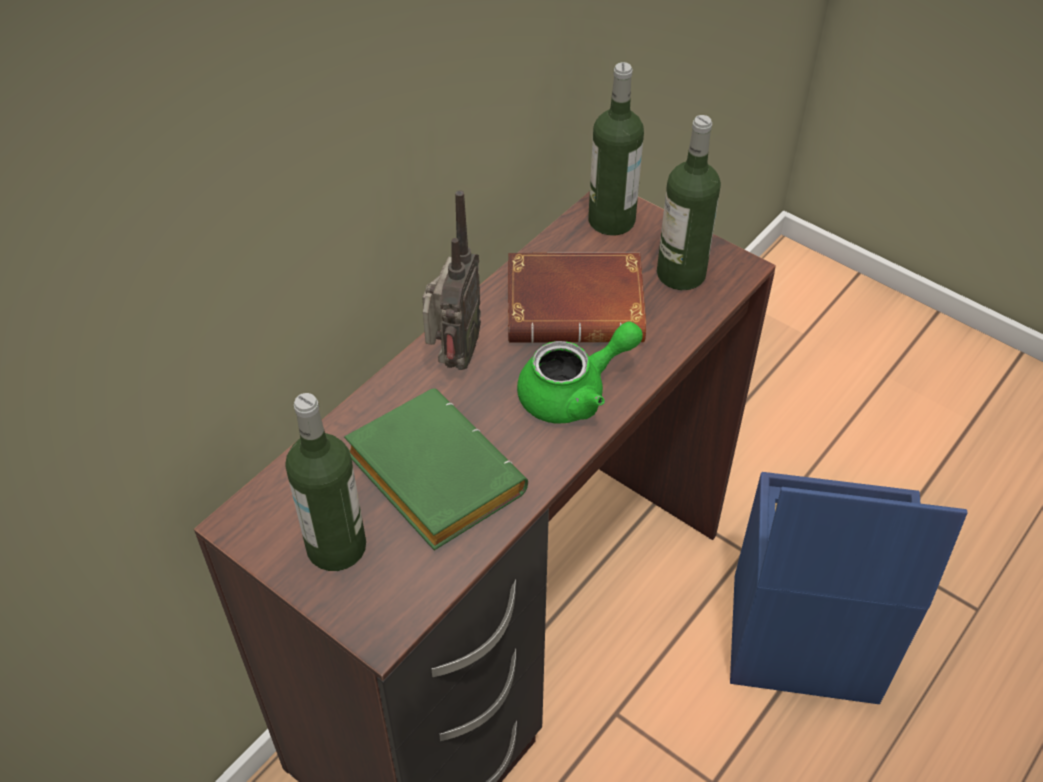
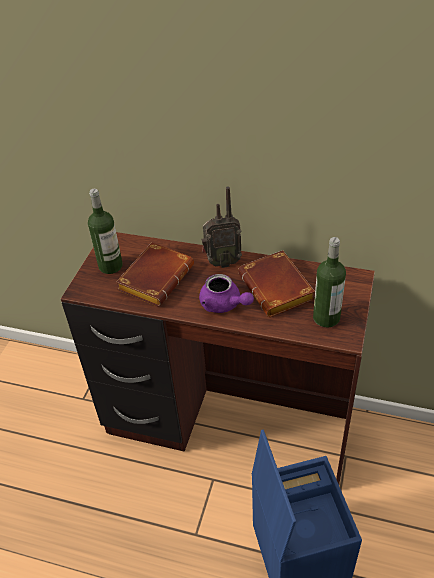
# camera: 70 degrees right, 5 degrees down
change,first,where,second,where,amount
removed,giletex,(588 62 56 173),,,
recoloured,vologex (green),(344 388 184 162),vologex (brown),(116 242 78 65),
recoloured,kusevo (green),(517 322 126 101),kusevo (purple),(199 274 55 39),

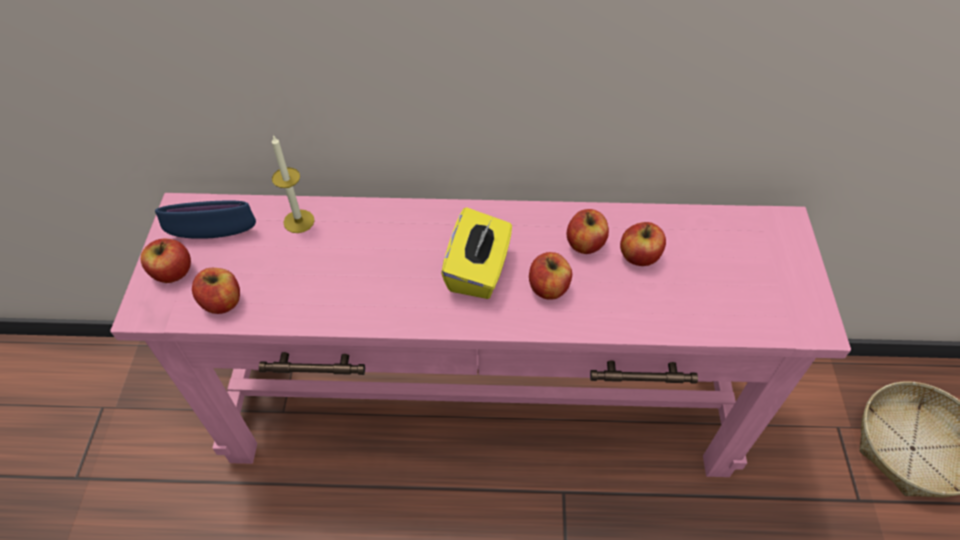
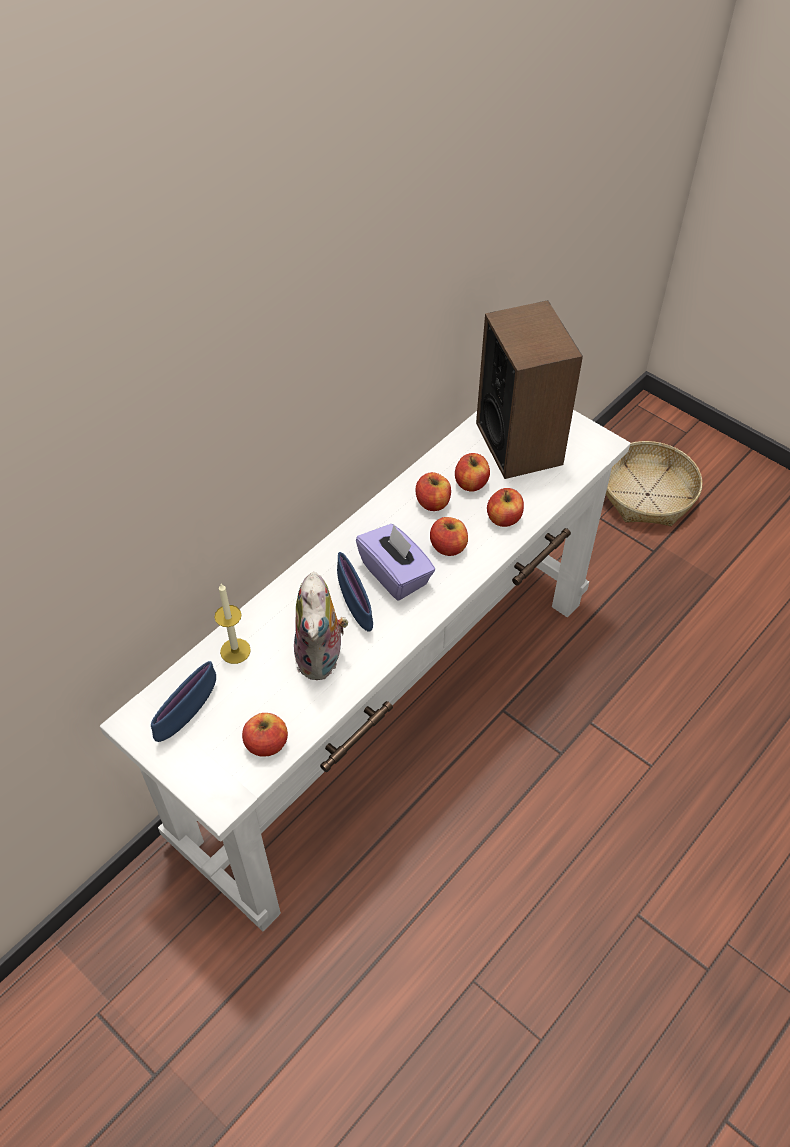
# camera: 50 degrees left, 0 degrees up
change,first,where,second,where,amount
added,,,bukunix,(294 572 54 108),
added,,,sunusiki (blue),(337 552 36 79),
added,,,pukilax,(476 300 107 179),
moved,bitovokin,(141 239 50 44),,(487 488 37 39),
recoloured,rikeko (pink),(110 193 741 284),rikeko (white),(100 410 531 521),
recoloured,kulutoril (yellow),(441 207 71 92),kulutoril (purple),(356 524 79 77),

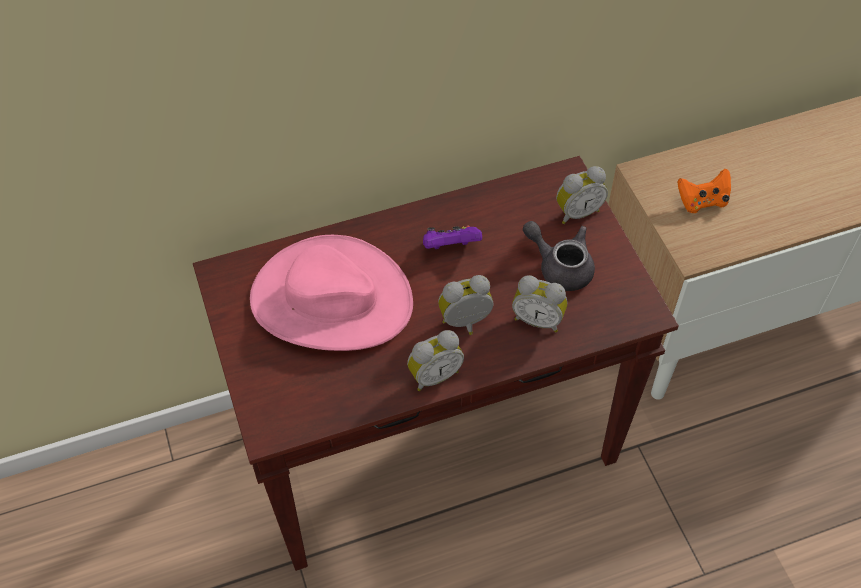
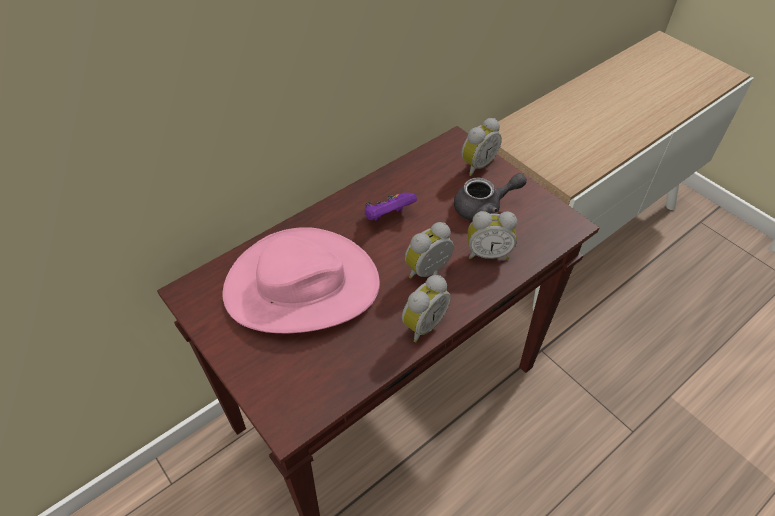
# camera: 20 degrees left, 5 degrees down
change,first,where,second,where,amount
removed,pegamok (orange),(677 169 54 44),,,
turned,kusevo (grey),(523 221 72 70),,(454 173 73 48),150 degrees clockwise

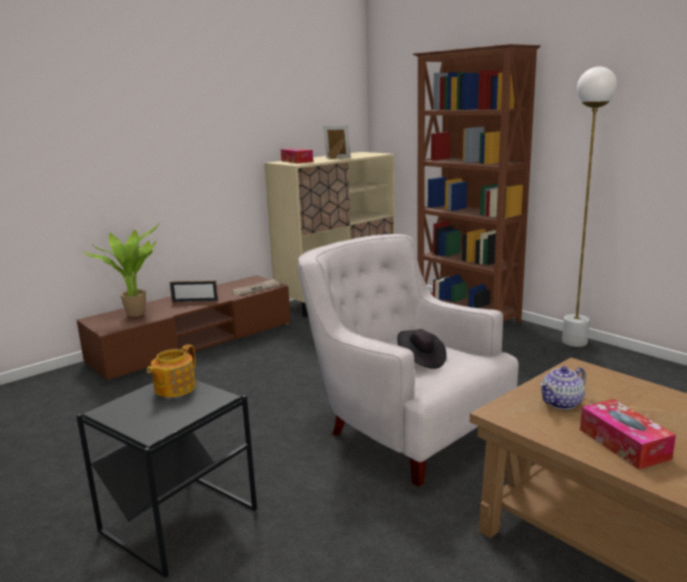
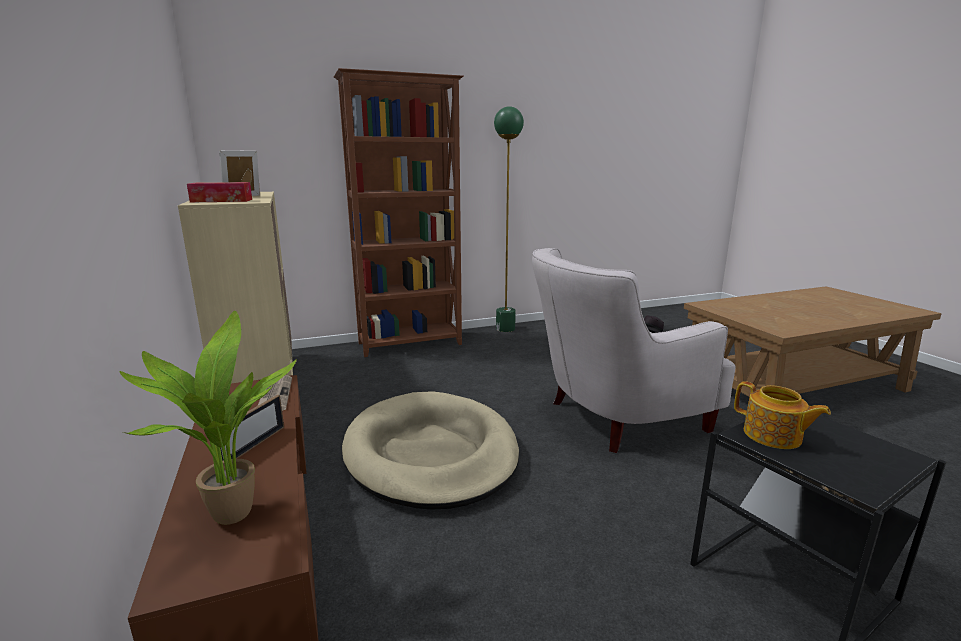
# camera: 70 degrees left, 0 degrees up
change,first,where,second,where,amount
removed,kusevo,(540 366 46 44),,,
removed,kulutoril,(580 399 96 71),,,
added,,,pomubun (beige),(342 391 177 119),
recoloured,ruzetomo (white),(562 67 55 280),ruzetomo (green),(494 106 30 226),

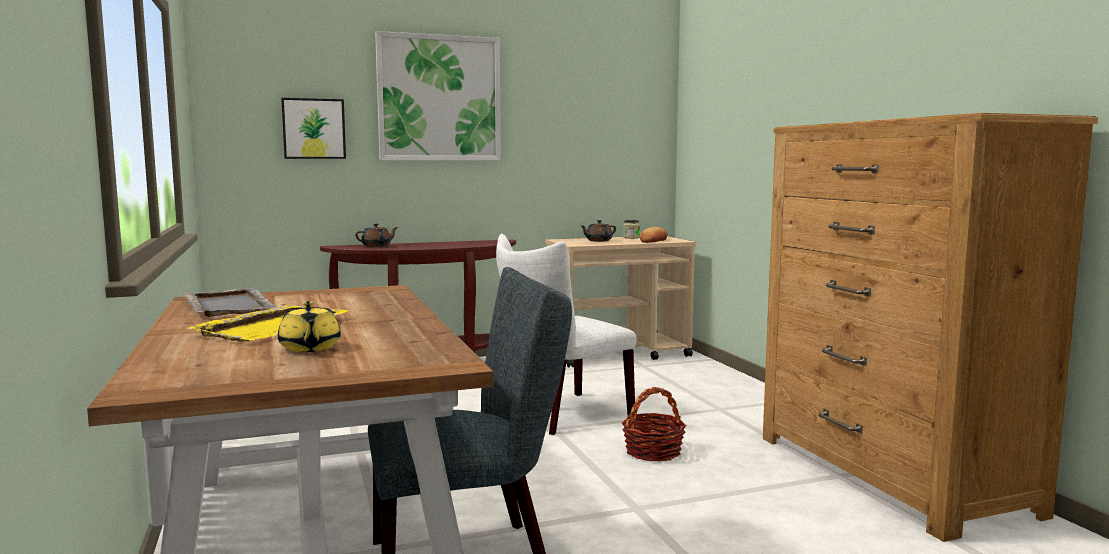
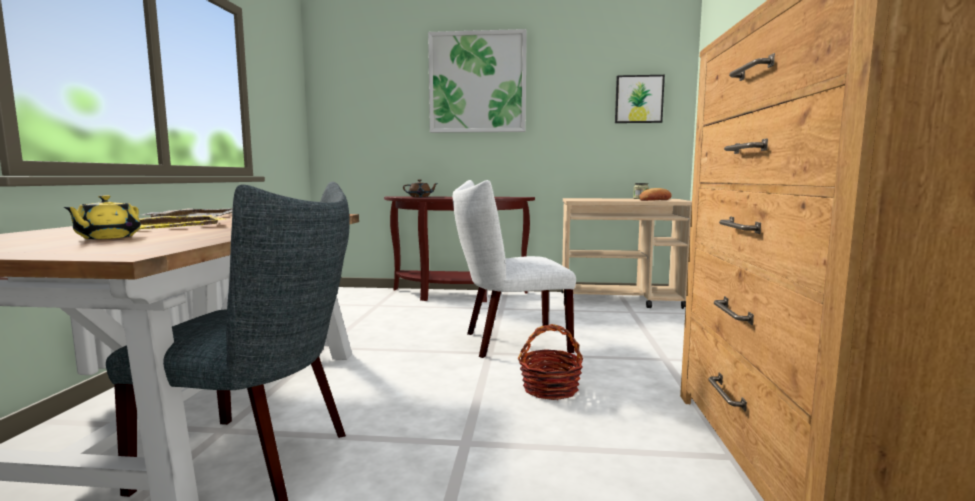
# camera: 25 degrees right, 0 degrees up
change,first,where,second,where,amount
removed,kusevo (brown),(580 220 36 22),,,
moved,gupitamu,(281 98 65 61),,(615 75 50 48),

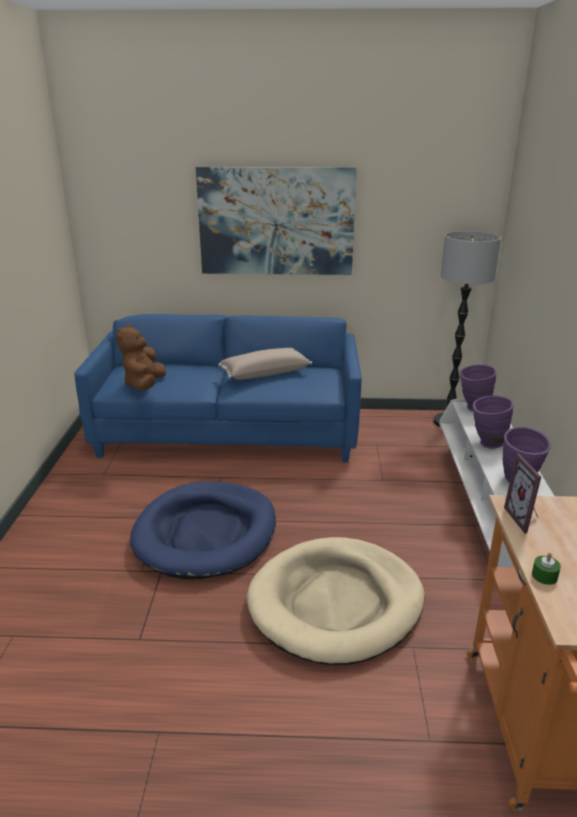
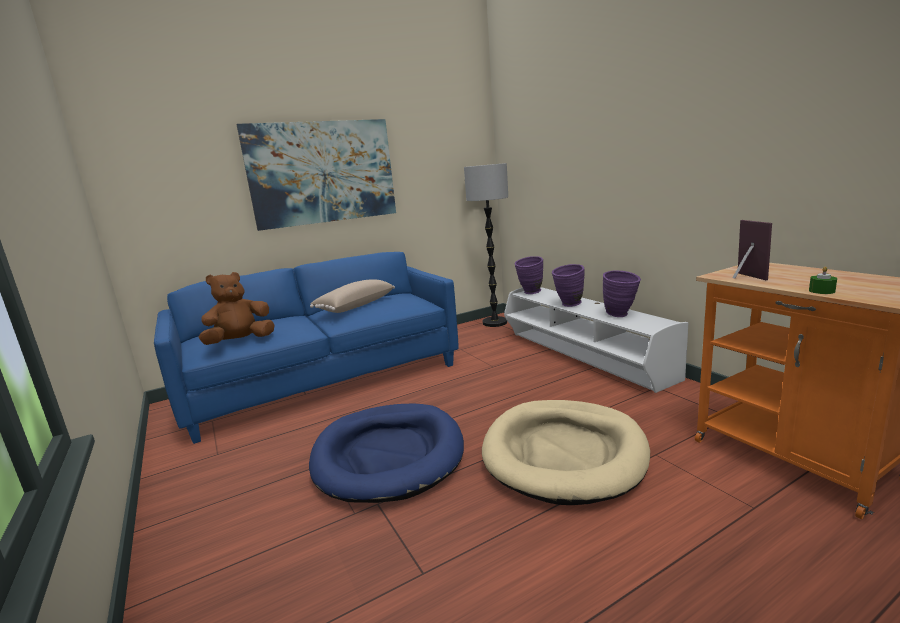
# camera: 30 degrees left, 10 degrees down
change,first,where,second,where,amount
turned,bukunix (brown),(116 324 50 67),,(199 272 76 73),75 degrees clockwise
turned,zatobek,(504 453 37 80),,(732 220 40 60),150 degrees counterclockwise

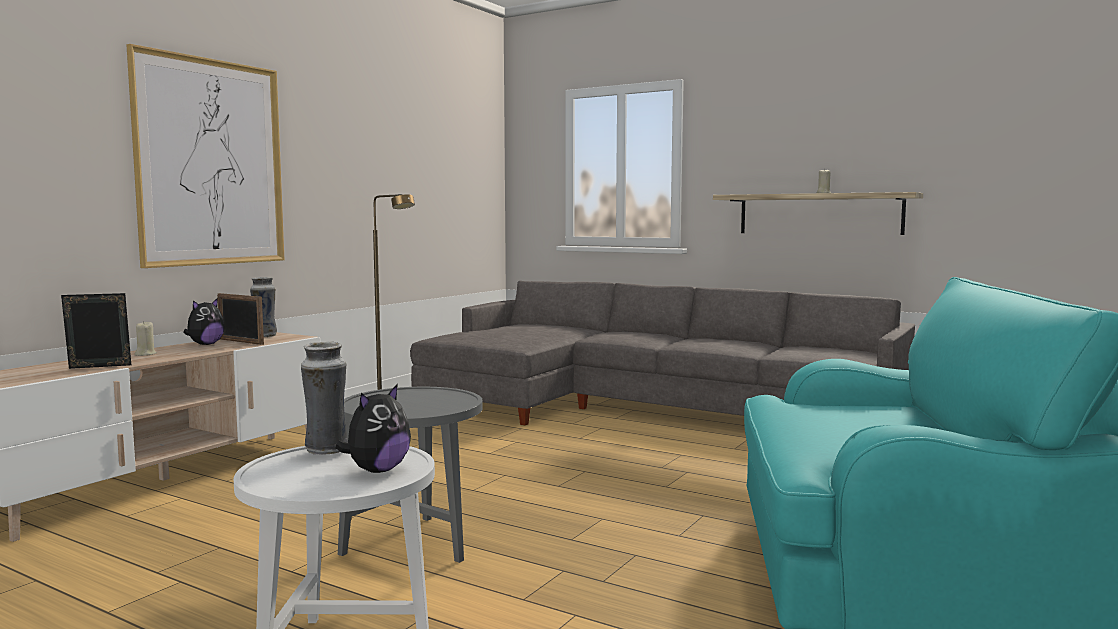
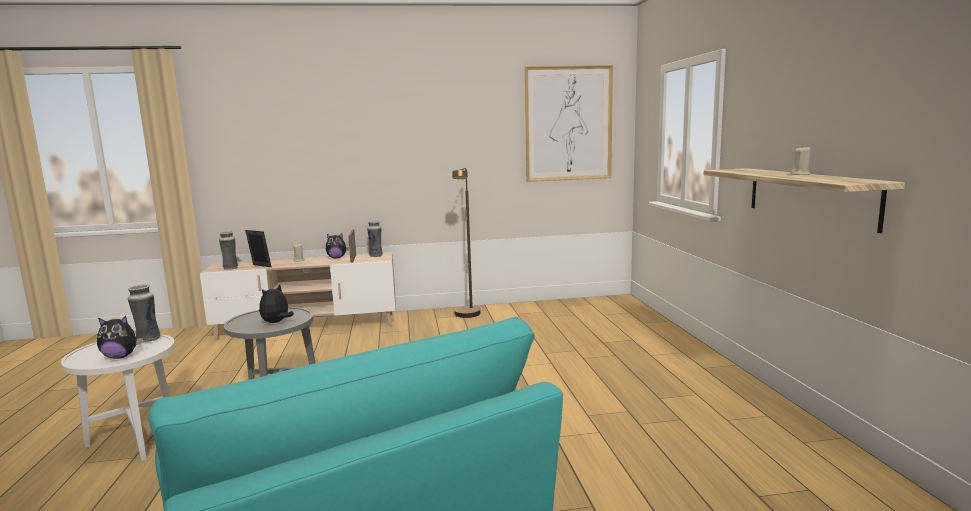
# camera: 50 degrees right, 5 degrees up
change,first,where,second,where,amount
removed,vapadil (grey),(410 281 505 144),,,
added,,,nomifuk,(219 231 19 39),
added,,,bukunix,(259 284 35 39),
moved,gupitamu,(126 44 158 224),,(525 65 88 117),

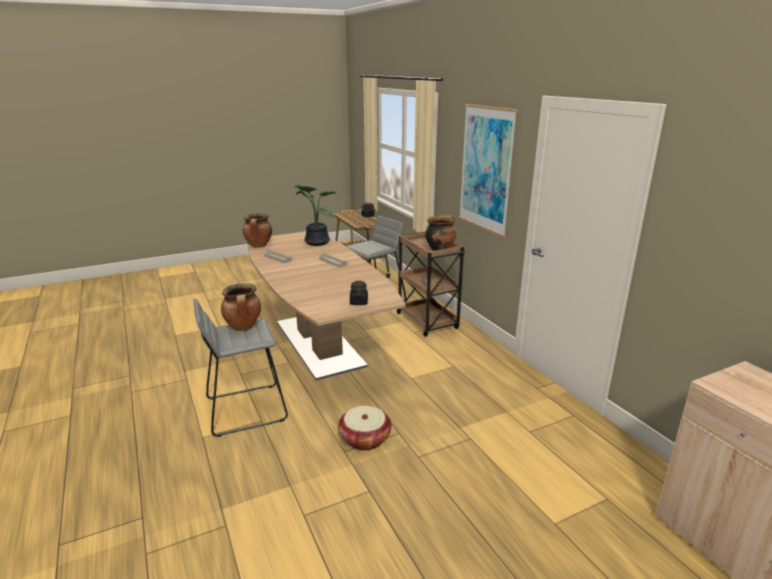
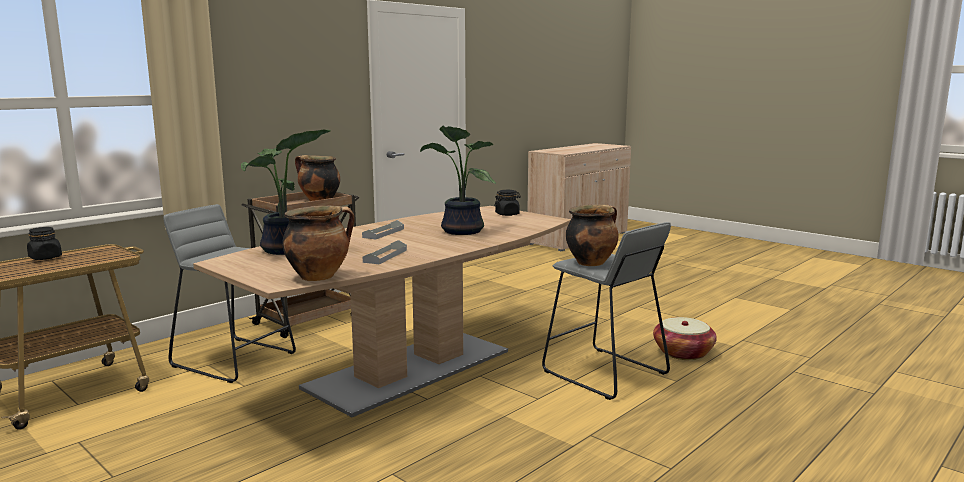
# camera: 110 degrees left, 10 degrees down
change,first,where,second,where,amount
removed,gupitamu,(459 104 59 133),,,
added,,,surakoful,(420 125 76 110),
moved,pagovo,(338 406 54 44),,(653 317 64 43),

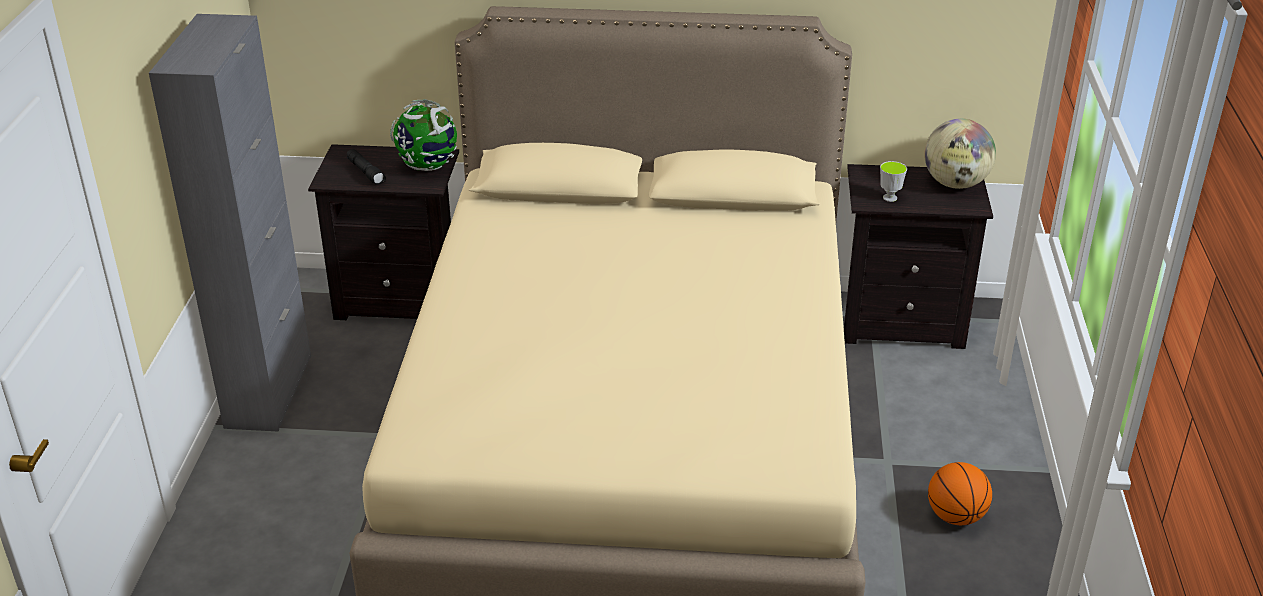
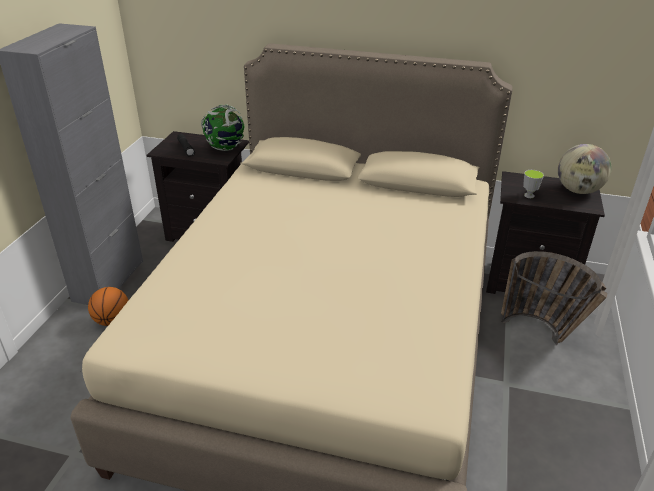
# camera: 10 degrees right, 0 degrees up
change,first,where,second,where,amount
added,,,pagovo,(501 251 107 94),
moved,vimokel,(928 462 64 63),,(88 287 41 39),

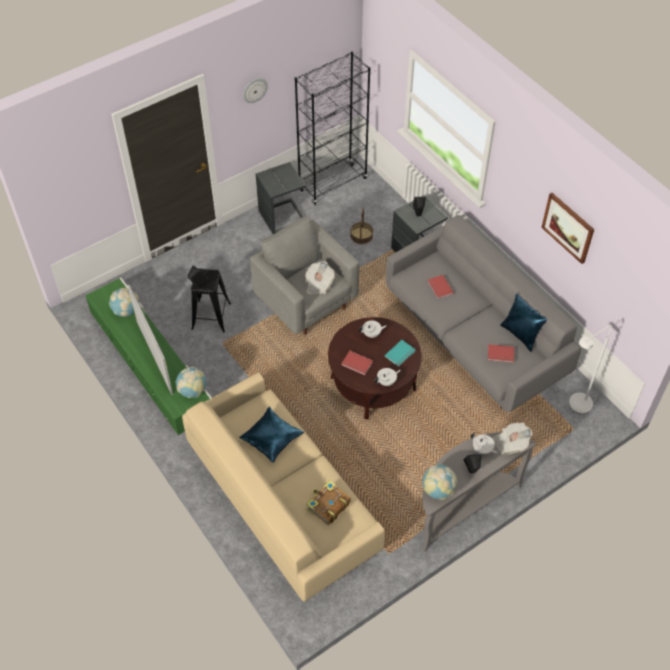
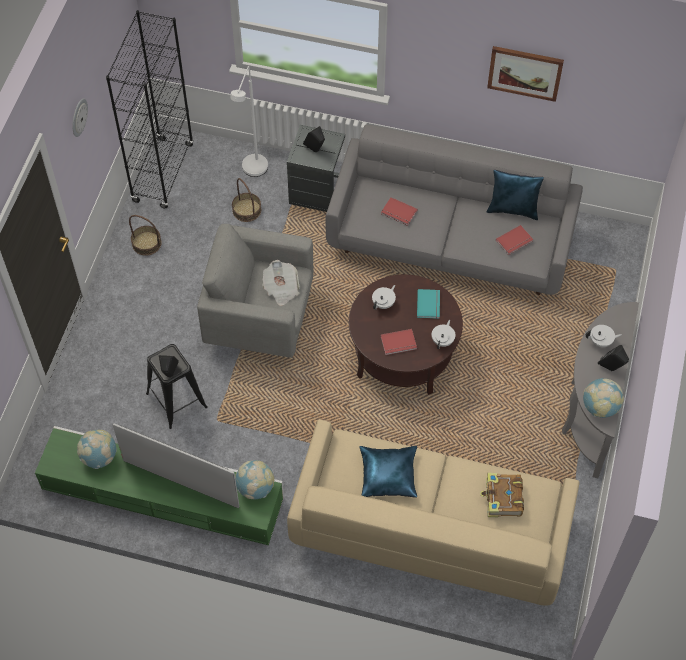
# camera: 40 degrees left, 5 degrees up
change,first,where,second,where,amount
removed,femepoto,(492 422 41 33),,,
moved,ruzetomo (white),(569 325 43 89),,(230 66 38 111),
replaced,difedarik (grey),(256 162 50 72),pagovo,(129 215 32 41),

